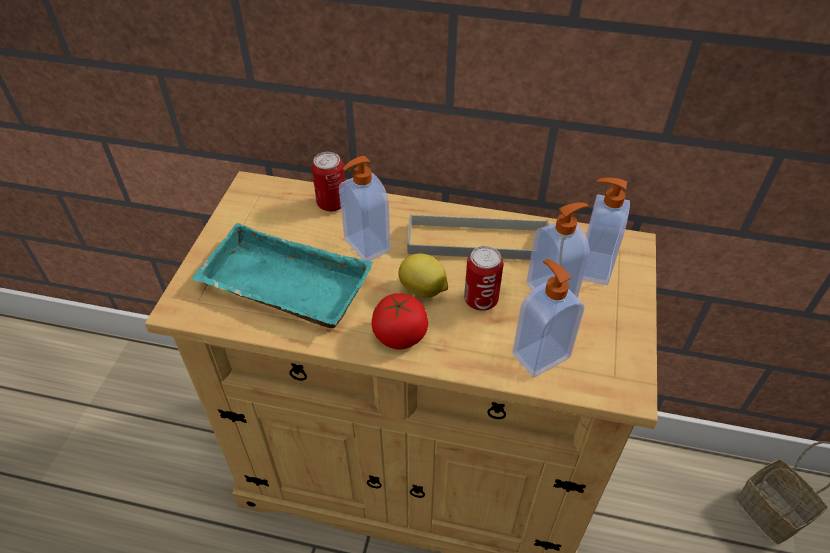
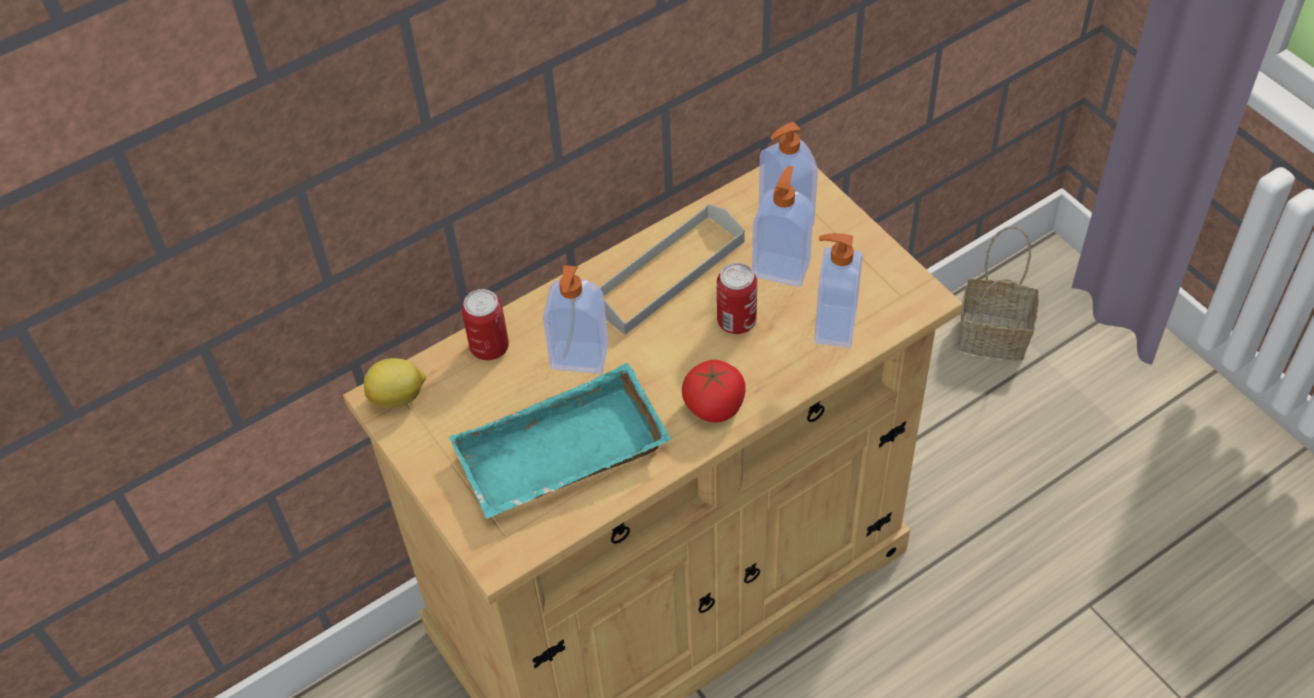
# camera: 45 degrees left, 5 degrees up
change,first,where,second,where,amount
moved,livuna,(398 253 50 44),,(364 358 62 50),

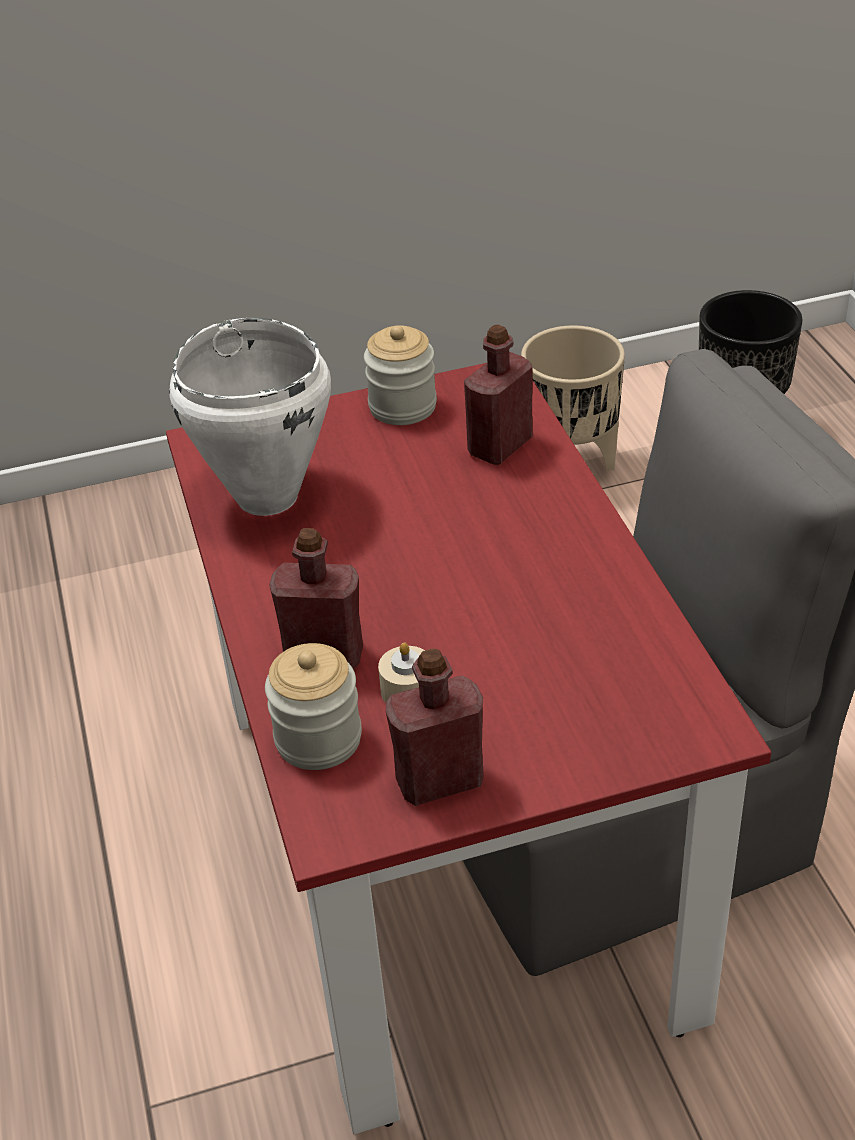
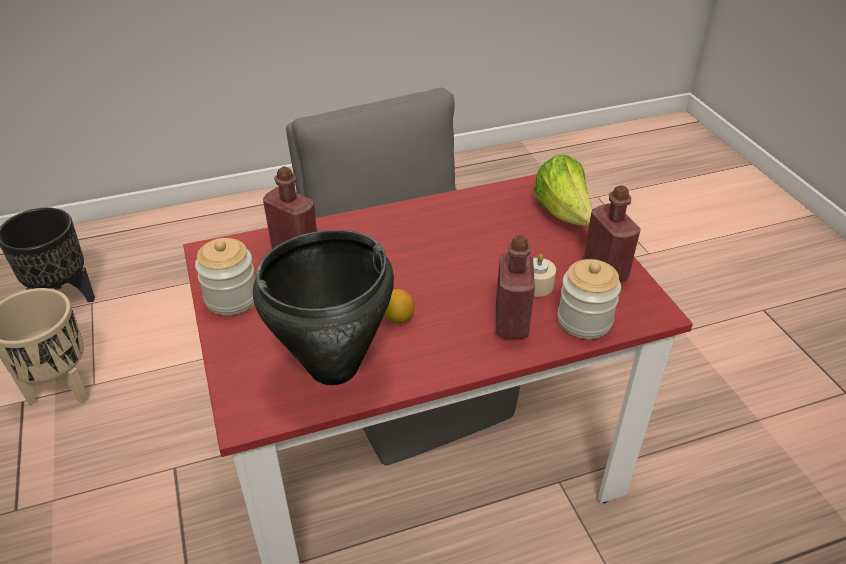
# camera: 95 degrees left, 0 degrees up
change,first,where,second,where,amount
added,,,livuna,(384 289 31 34),
added,,,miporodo,(533 155 59 71),
recoloured,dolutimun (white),(169 318 162 198),dolutimun (black),(253 230 141 155),

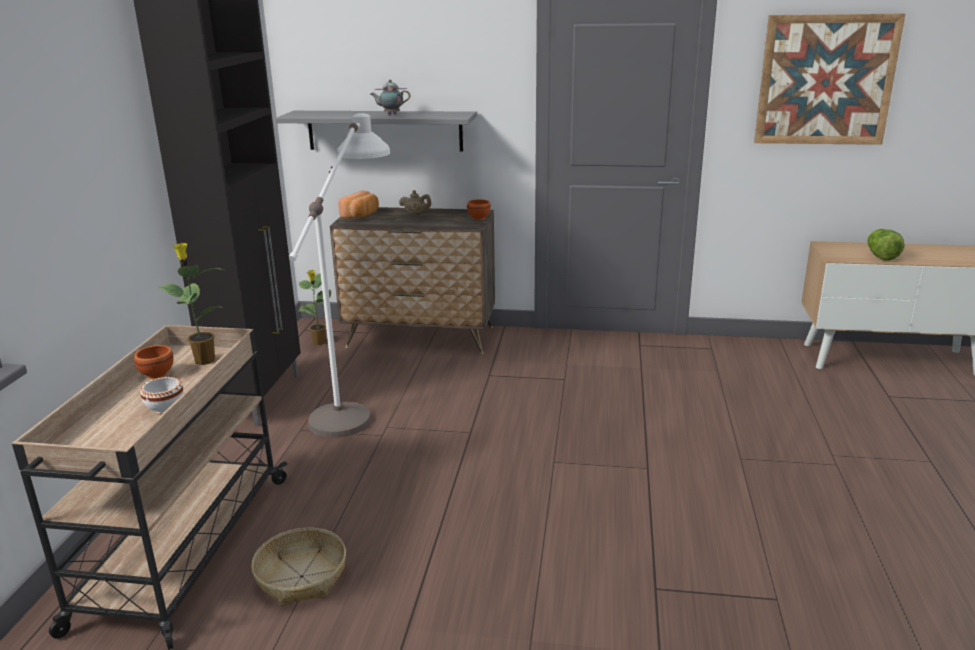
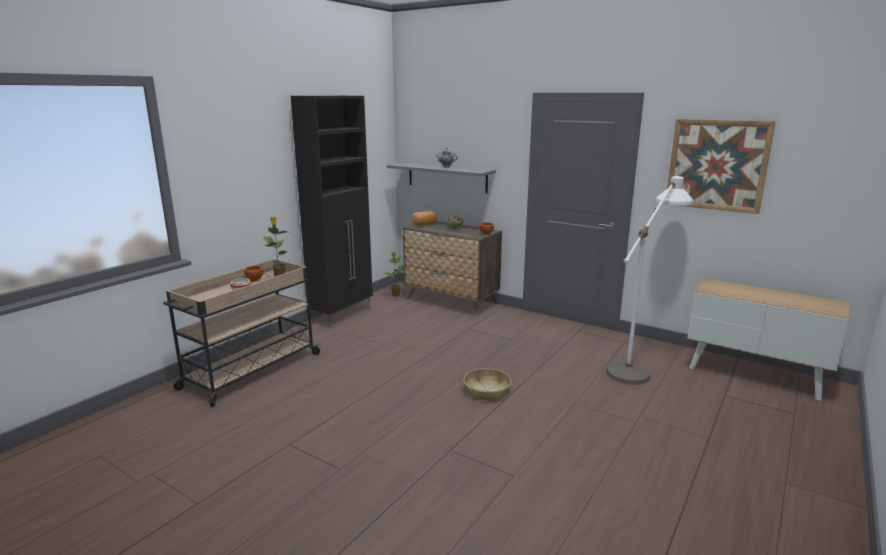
# camera: 25 degrees right, 5 degrees down
change,first,where,second,where,amount
removed,miporodo,(867 229 38 32),,,
moved,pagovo,(251 528 95 78),,(463 368 49 34),
moved,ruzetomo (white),(289 113 101 325),,(606 176 87 208),

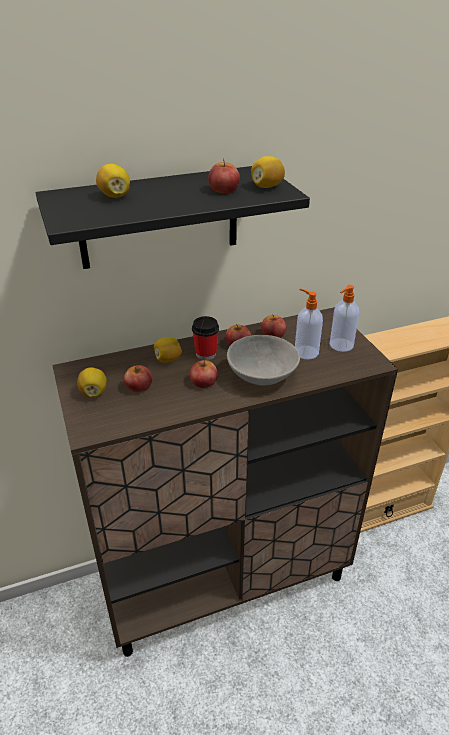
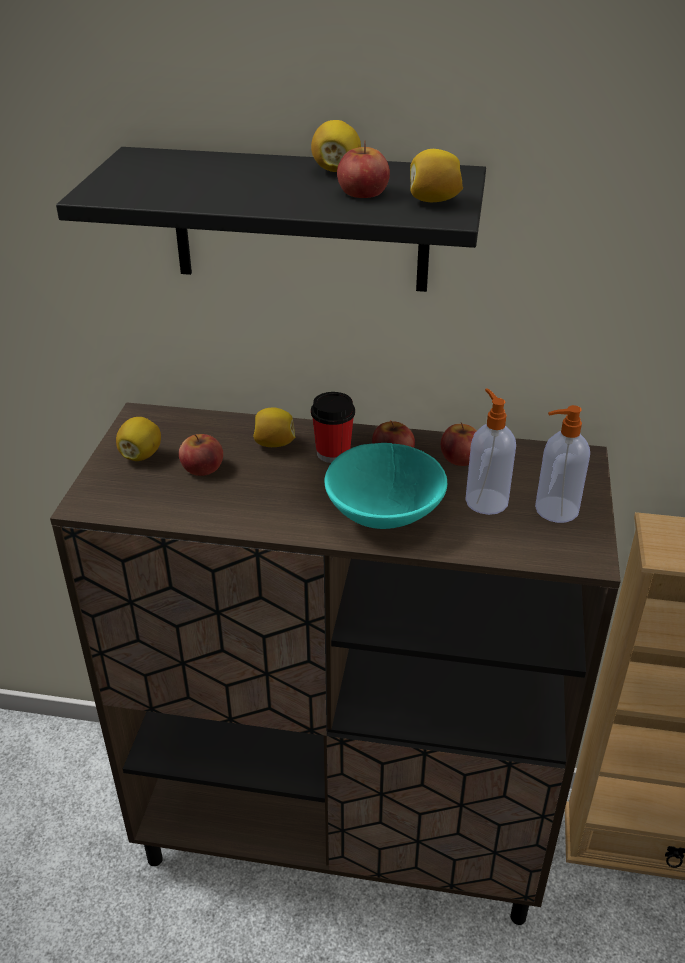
# camera: 30 degrees right, 0 degrees up
change,first,where,second,where,amount
removed,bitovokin,(189 360 29 28),,,
moved,livuna,(96 164 34 34),,(311 120 50 52),
recoloured,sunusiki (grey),(227 335 73 51),sunusiki (turquoise),(325 443 122 86),

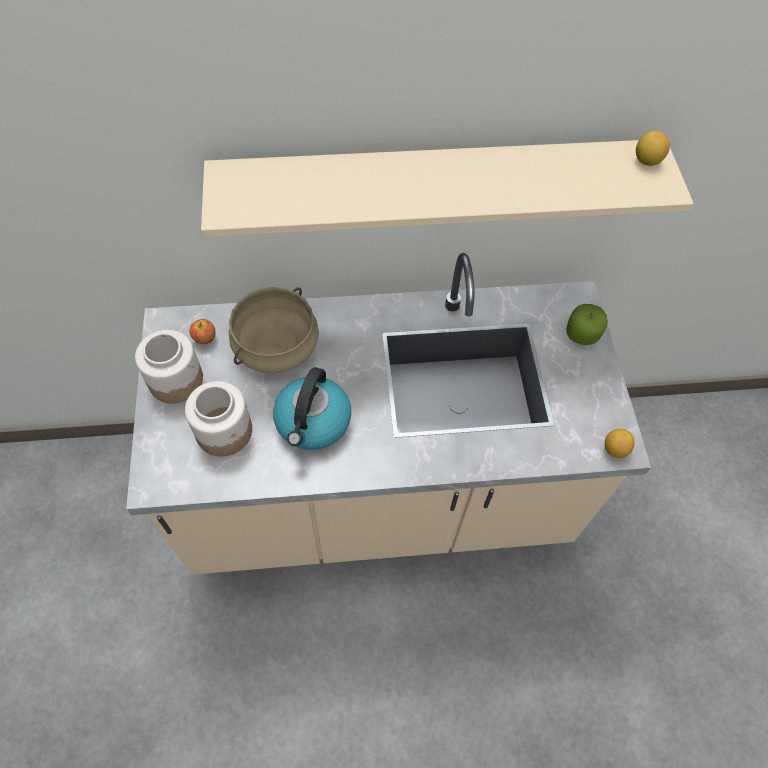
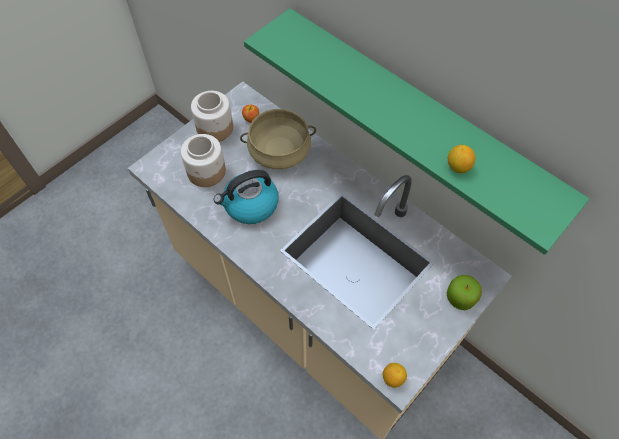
# camera: 50 degrees right, 0 degrees up
change,first,where,second,where,amount
moved,livuna,(636 131 34 35),,(448 145 27 28),
recoloured,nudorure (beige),(201 140 493 97),nudorure (green),(244 8 345 247),

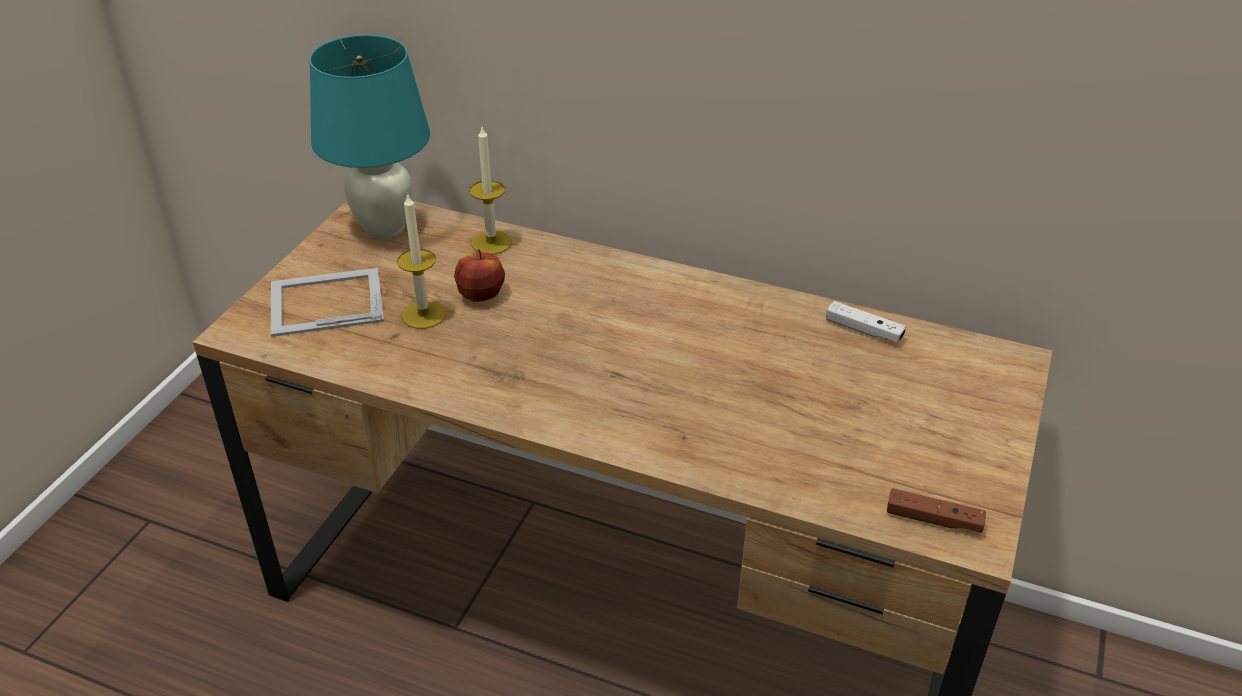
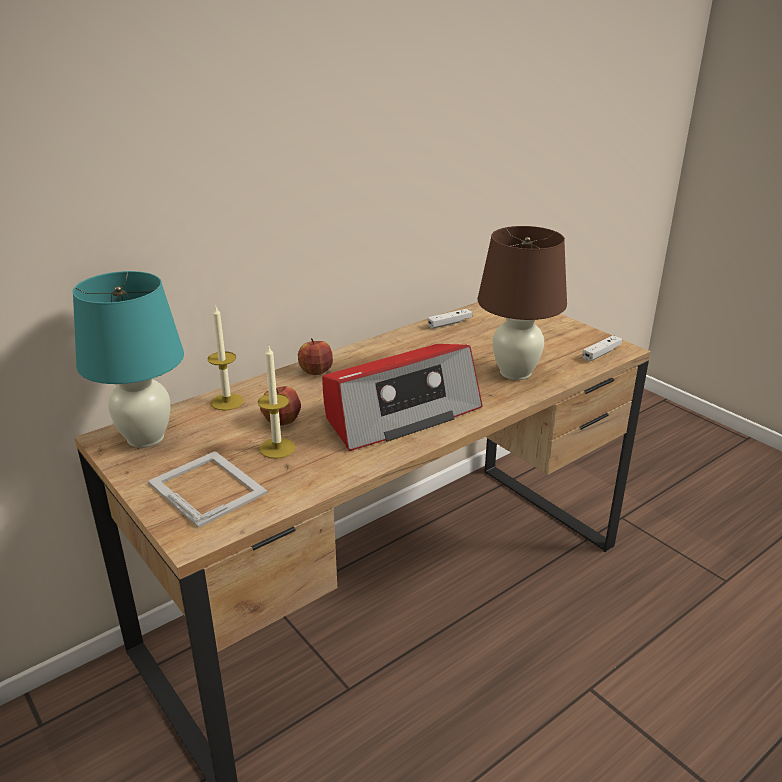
# camera: 60 degrees left, 10 degrees down
change,first,where,second,where,amount
added,,,bitovokin,(298 338 35 37),
added,,,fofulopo,(322 344 161 107),
added,,,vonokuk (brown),(478 226 89 154),
recoloured,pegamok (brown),(887 488 99 45),pegamok (white),(582 335 40 26),
turned,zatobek,(271 268 113 69),,(148 451 120 77),120 degrees clockwise

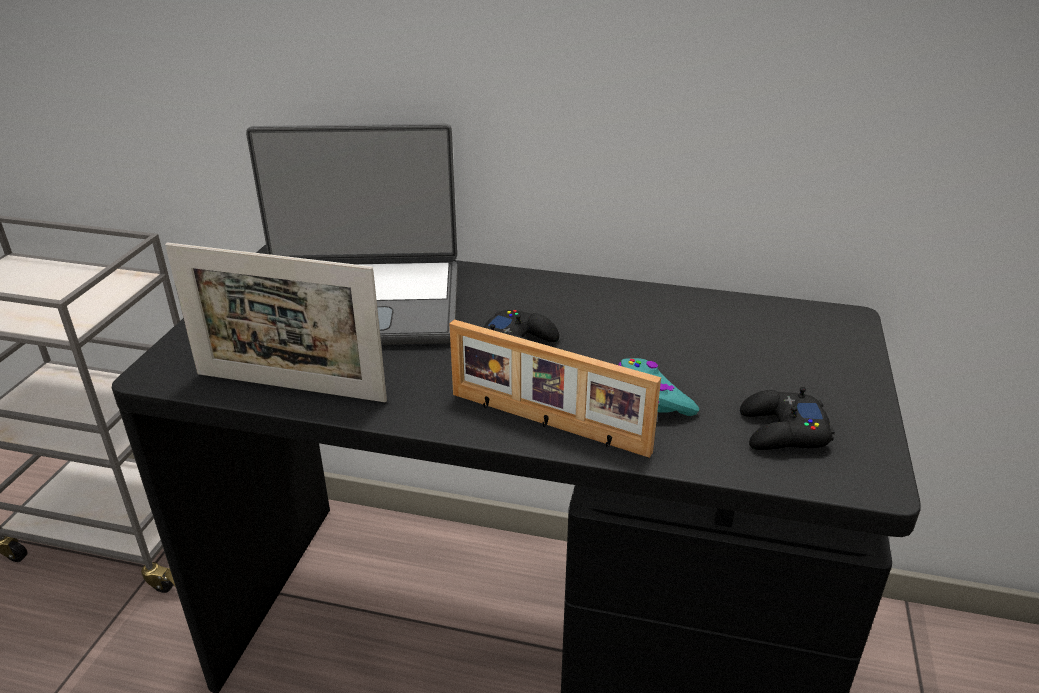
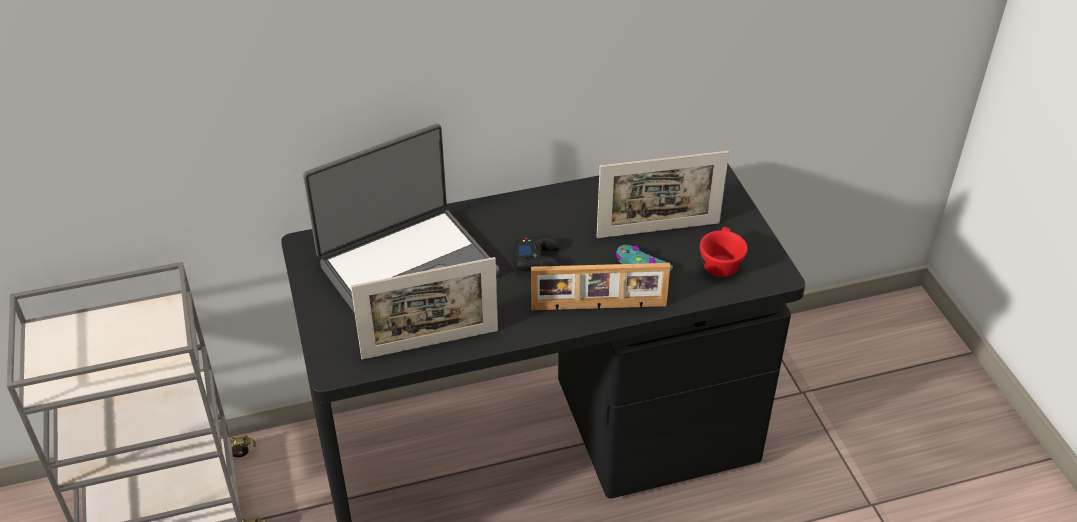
# camera: 30 degrees left, 10 degrees up
change,first,where,second,where,amount
added,,,zatobek,(597 151 132 87),
replaced,pegamok (black),(740 387 95 63),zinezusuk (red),(700 227 48 50),

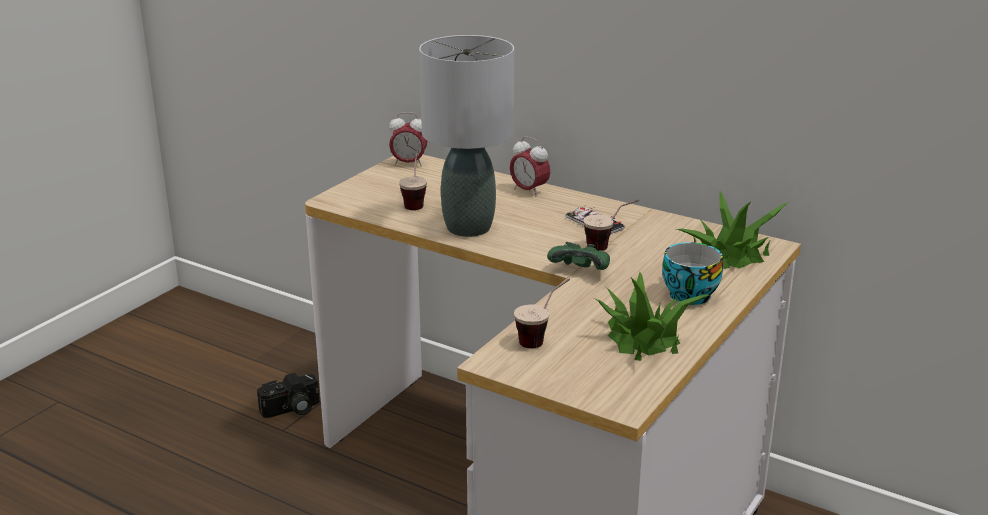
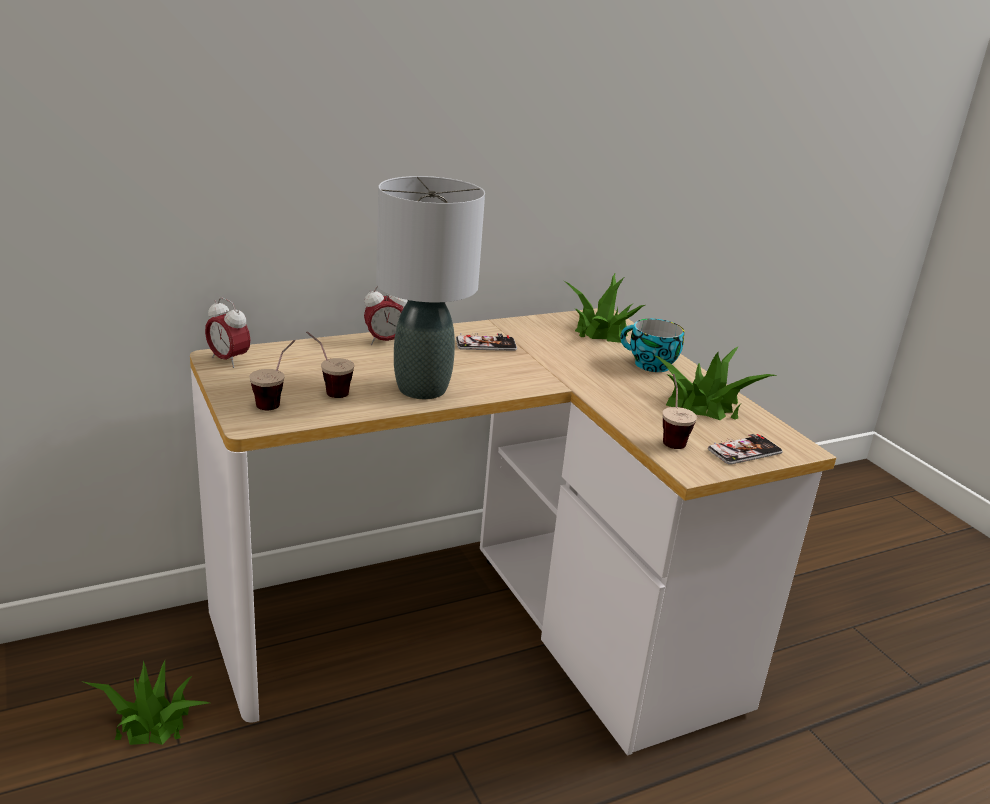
# camera: 60 degrees left, 0 degrees up
change,first,where,second,where,amount
removed,pegamok (green),(547 242 63 28),,,
added,,,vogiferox,(708 434 75 31),
moved,zinezusuk,(583 200 56 51),,(249 340 46 70),
replaced,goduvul,(257 373 63 45),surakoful,(82 660 127 85),
turned,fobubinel,(389 112 38 55),,(205 298 46 70),90 degrees clockwise

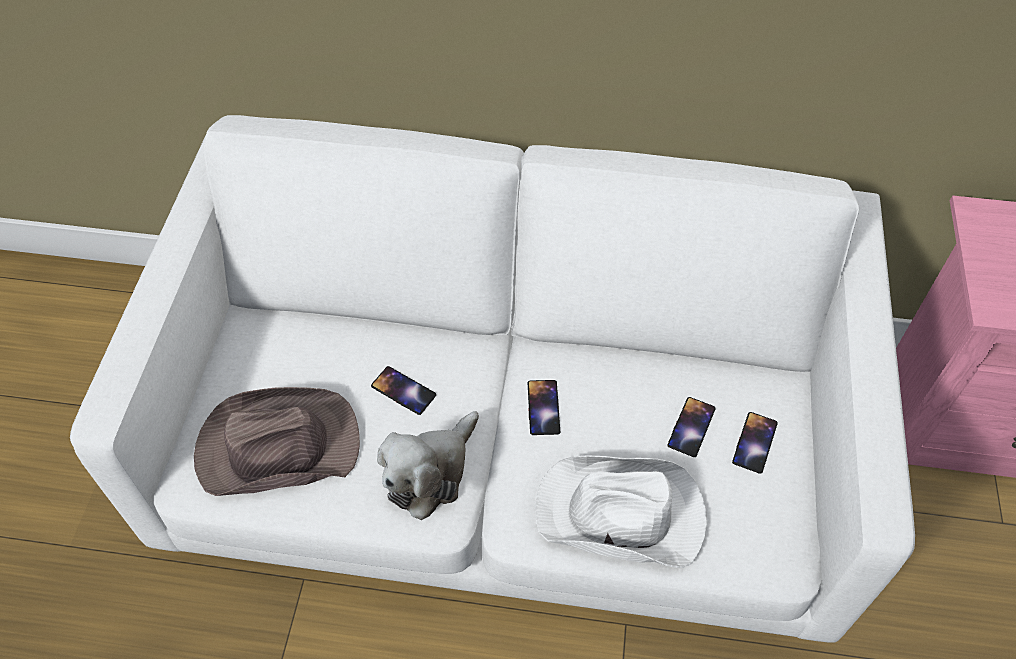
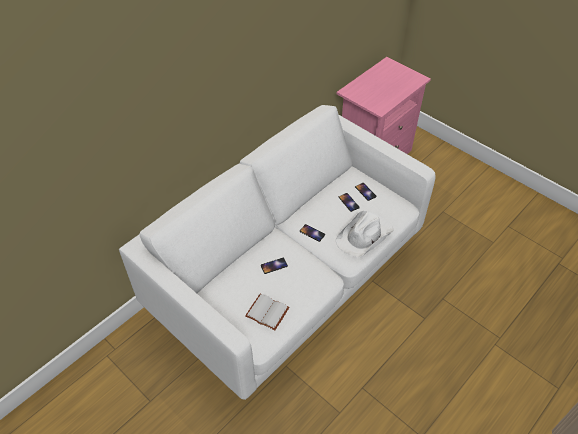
# camera: 55 degrees left, 5 degrees down
change,first,where,second,where,amount
removed,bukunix,(377 411 102 109),,,
replaced,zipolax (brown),(194 387 166 109),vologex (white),(245 294 44 37),

